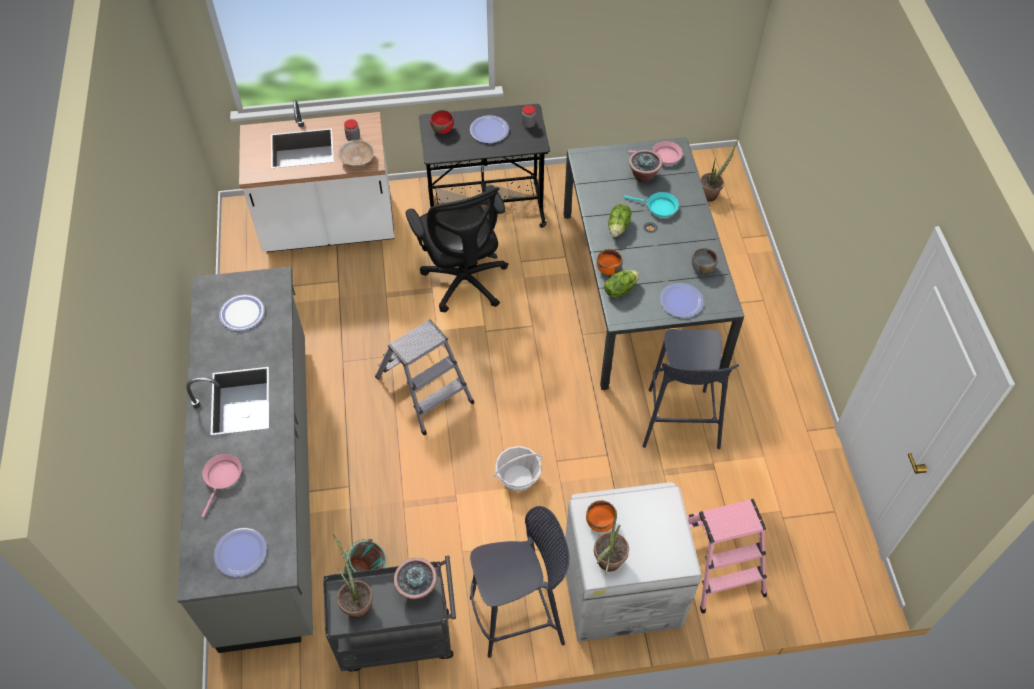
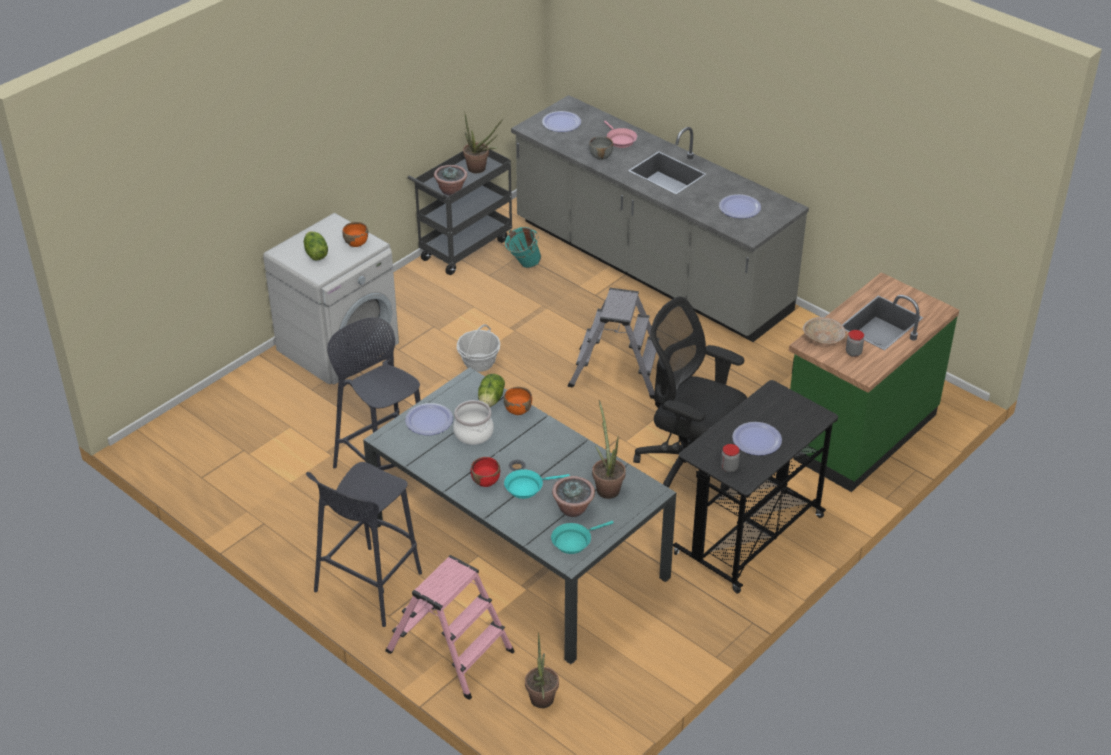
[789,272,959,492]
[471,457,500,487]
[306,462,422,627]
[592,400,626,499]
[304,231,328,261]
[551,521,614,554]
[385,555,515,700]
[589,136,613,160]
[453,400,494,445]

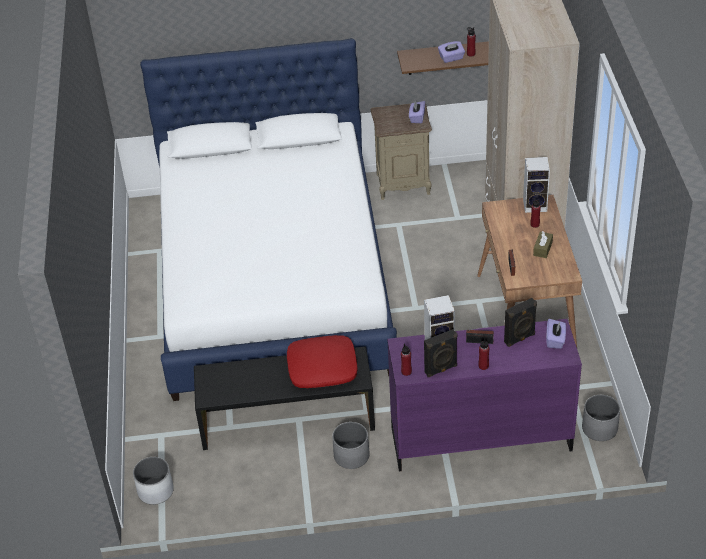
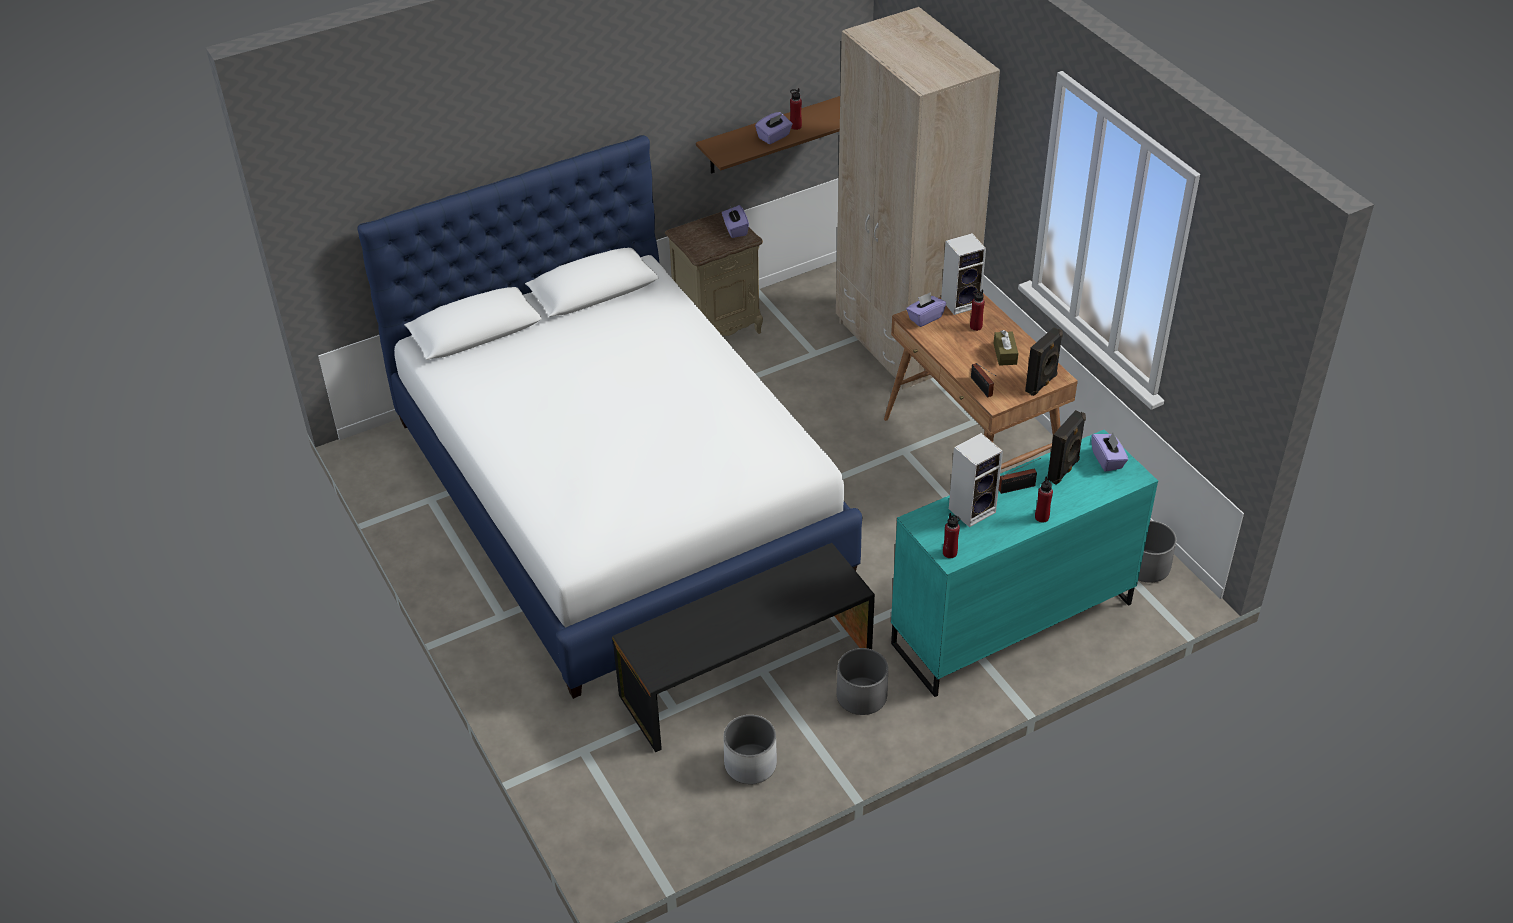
[723,715,777,784]
[287,335,358,388] (first image)
[891,430,1158,697]
[1025,327,1063,396]
[906,292,946,327]

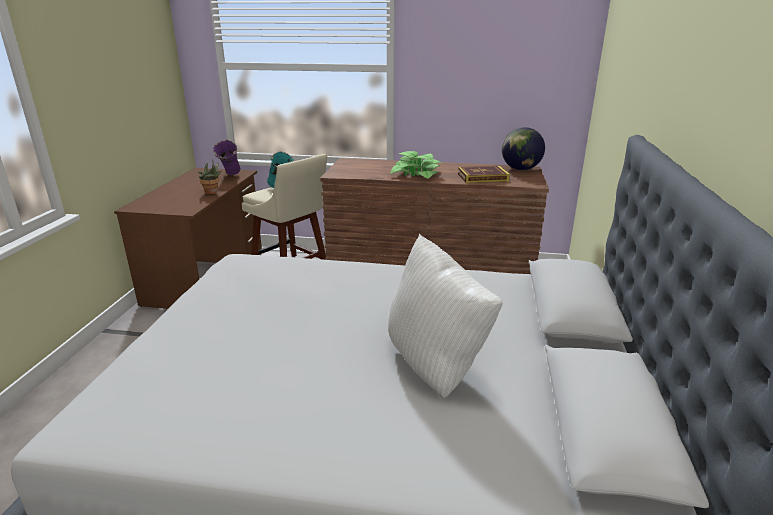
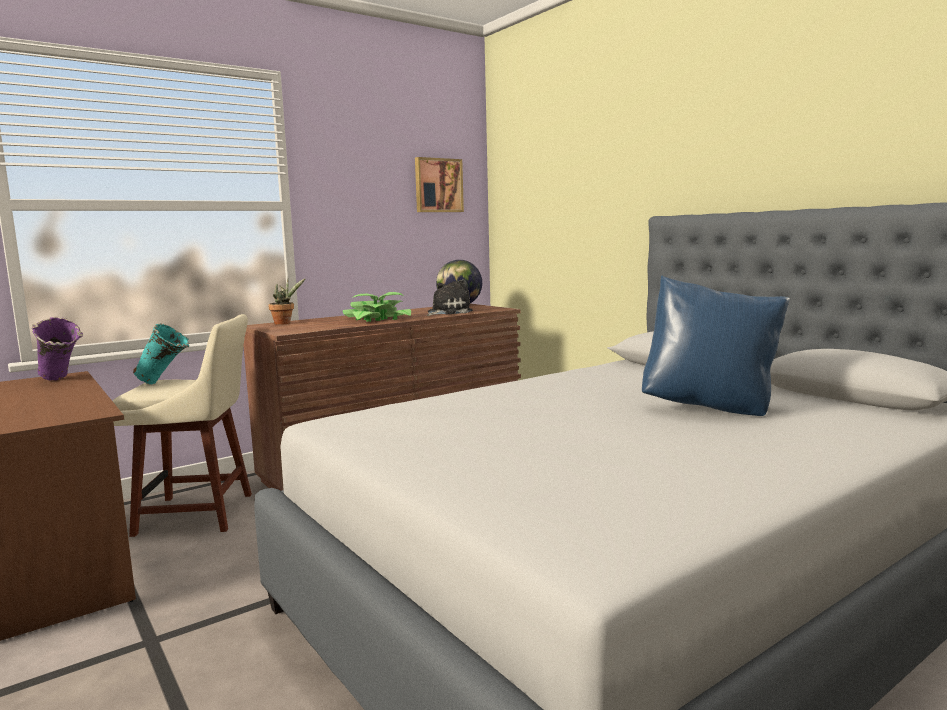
[268,278,306,325]
[642,276,790,416]
[427,279,473,316]
[415,157,464,212]

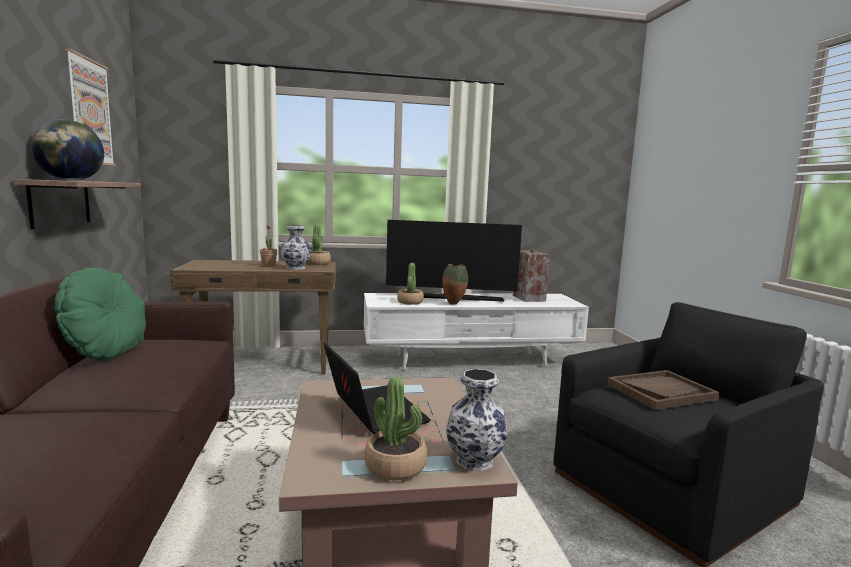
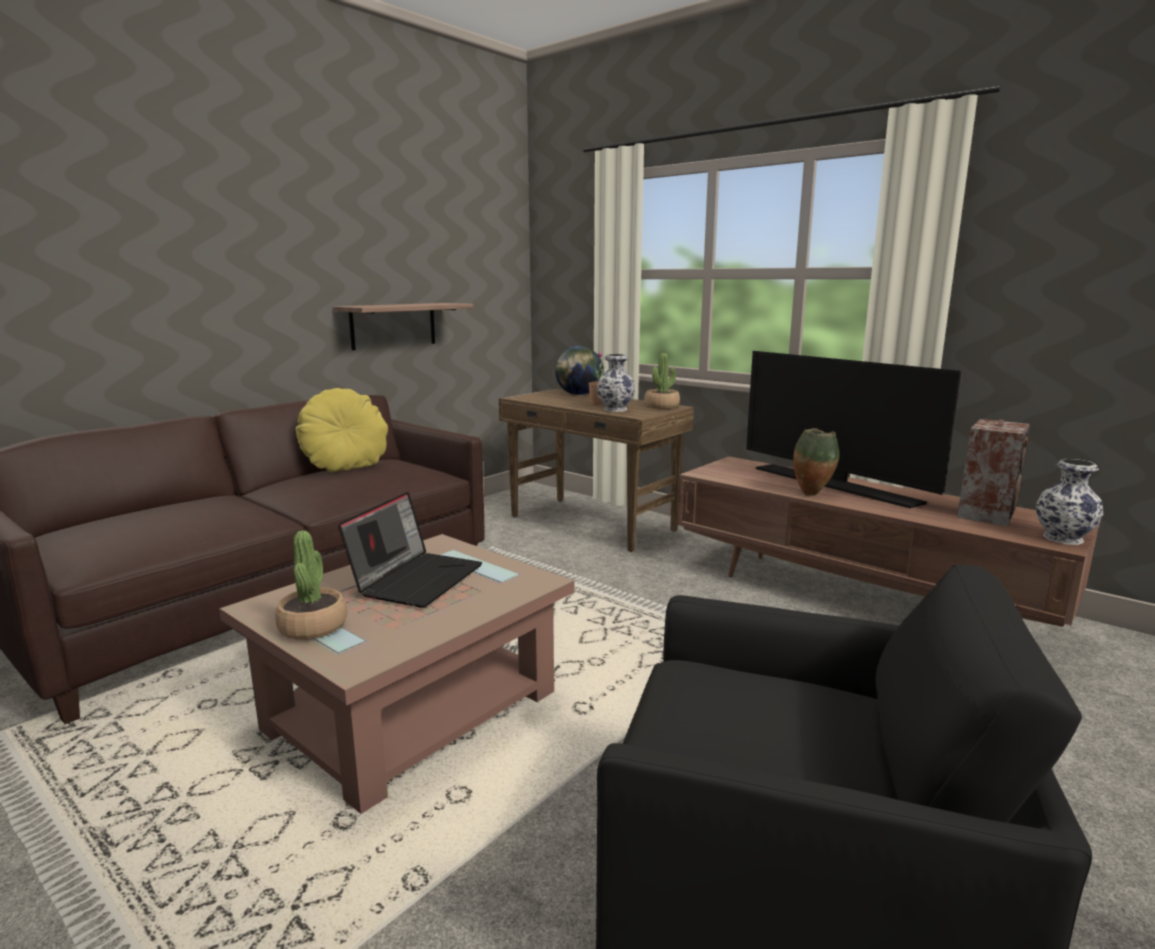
[555,346,604,395]
[296,388,388,472]
[65,48,116,166] (first image)
[678,456,1100,627]
[397,263,424,305] (first image)
[1036,459,1104,545]
[607,370,719,410] (first image)

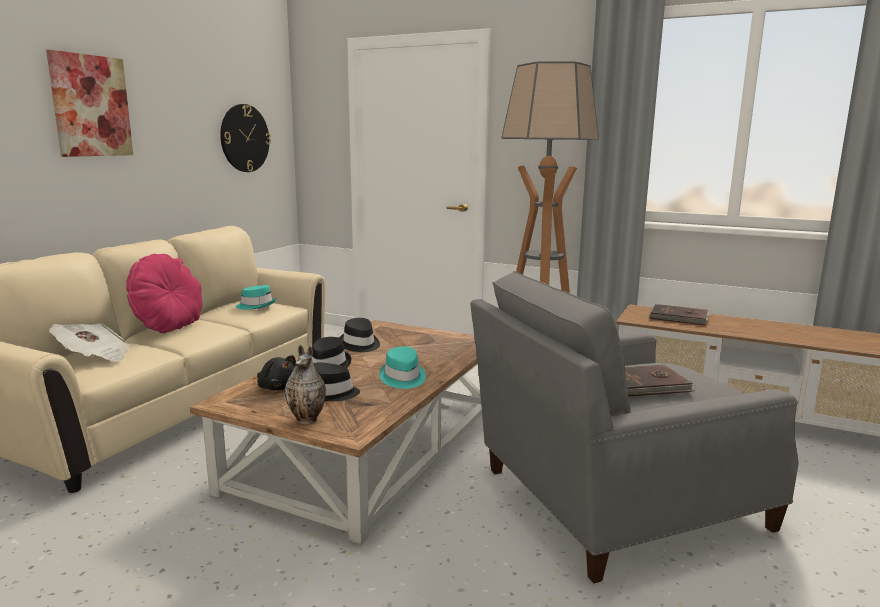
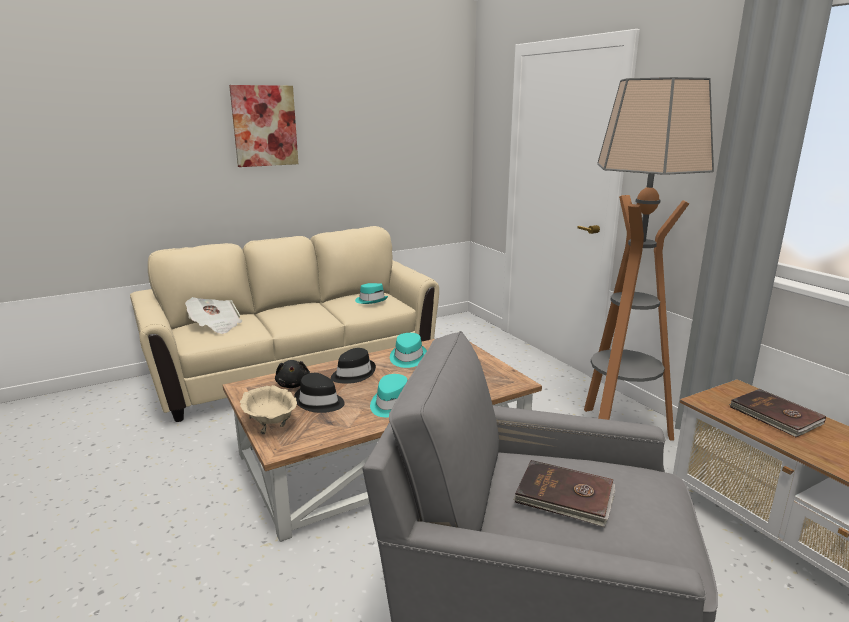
[126,254,202,333] (first image)
[220,104,271,172] (first image)
[240,385,297,434]
[390,333,427,368]

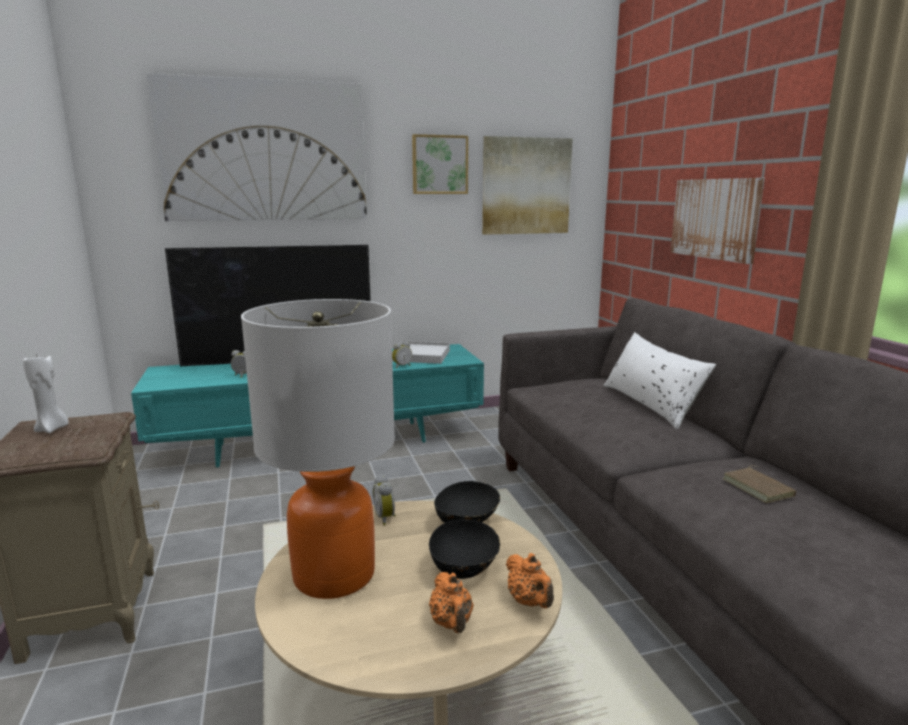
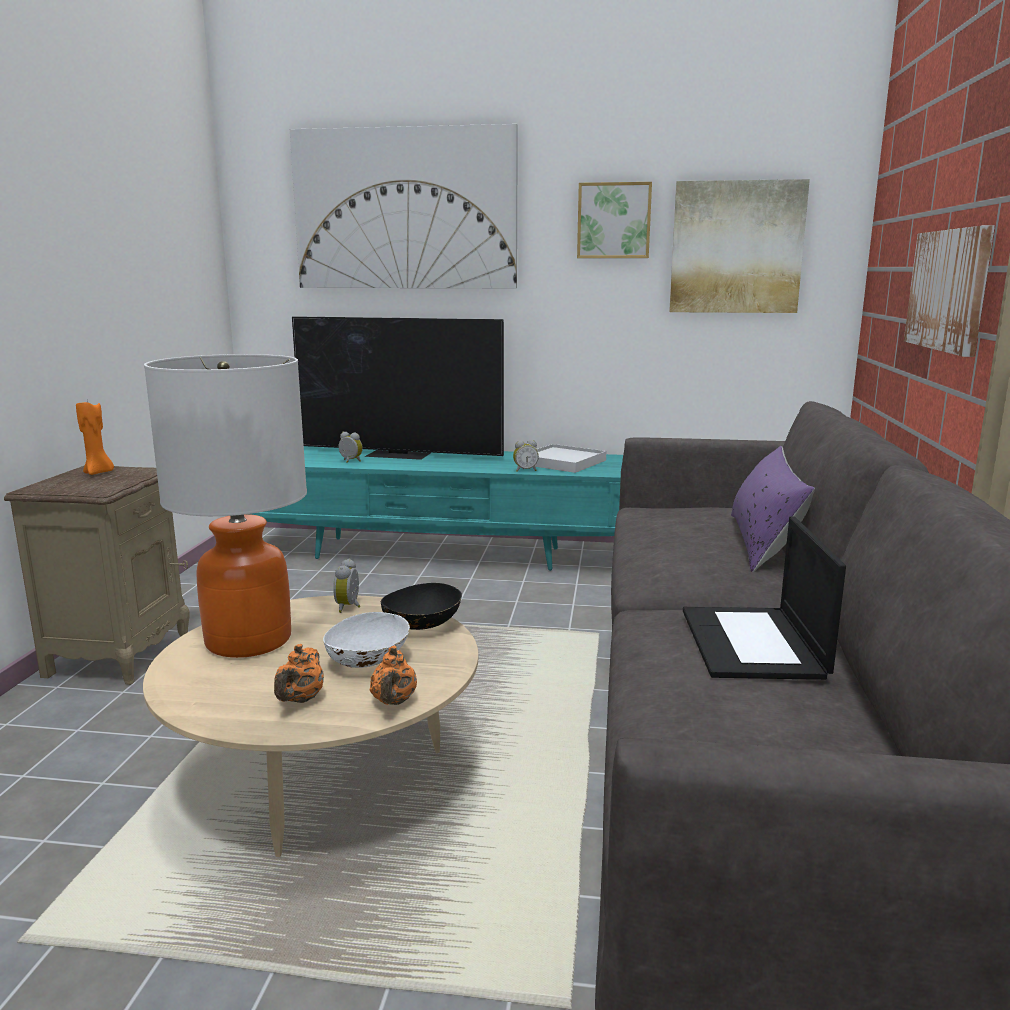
[76,399,114,475]
[323,612,410,668]
[731,446,815,572]
[683,516,846,680]

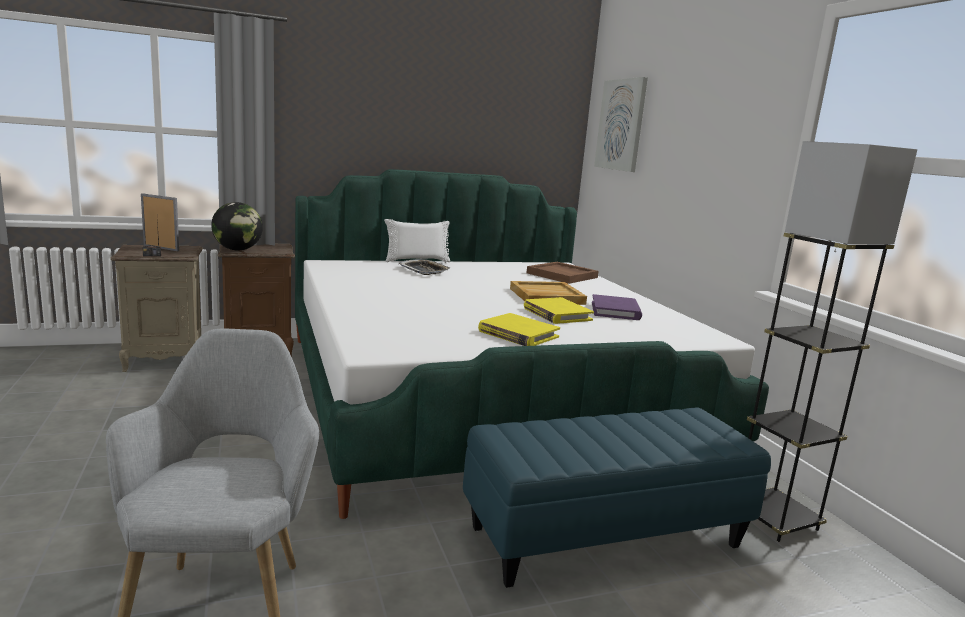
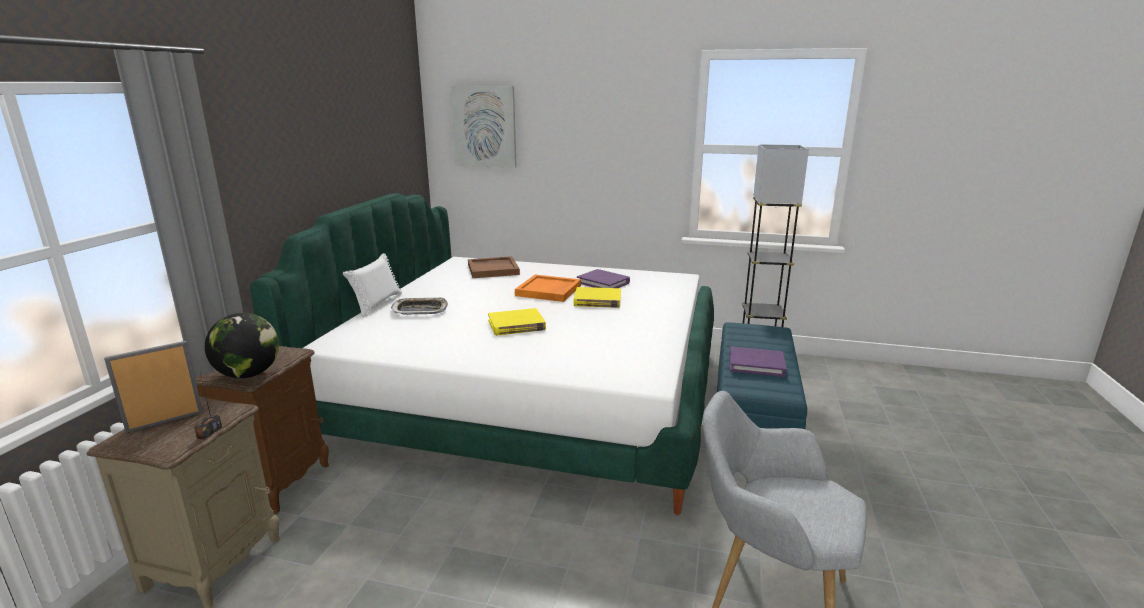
[488,308,546,335]
[515,275,581,302]
[730,346,787,377]

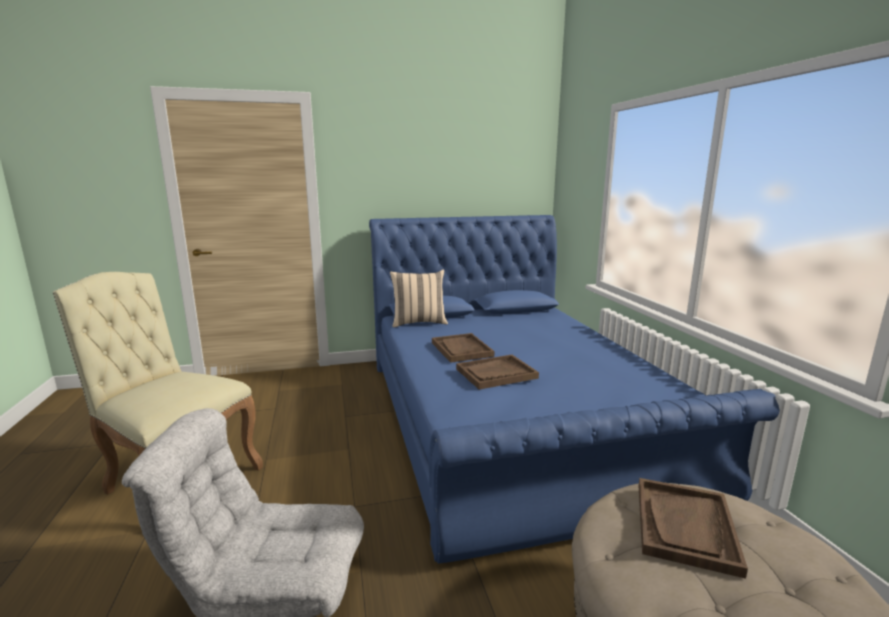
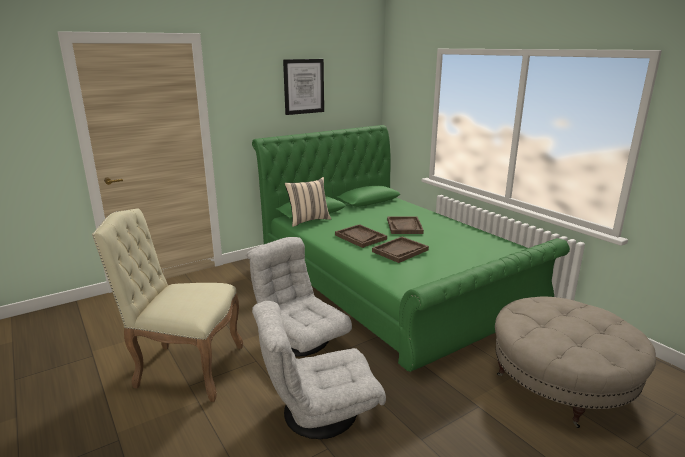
[252,125,570,372]
[387,216,424,234]
[246,237,352,357]
[283,59,324,115]

